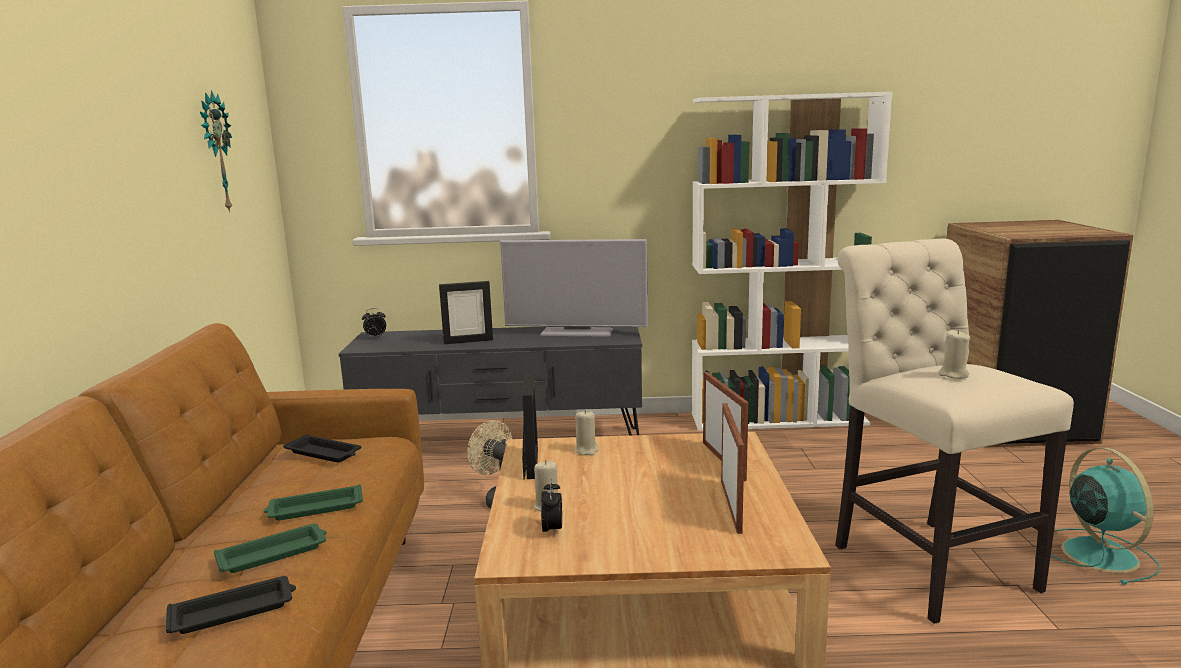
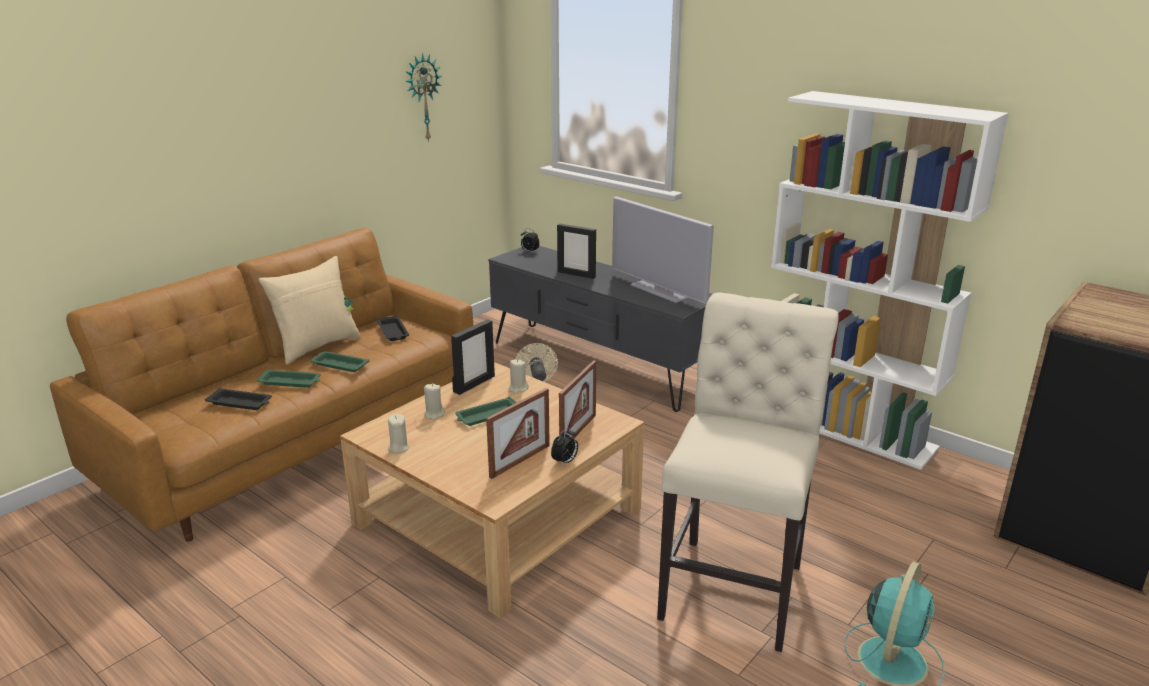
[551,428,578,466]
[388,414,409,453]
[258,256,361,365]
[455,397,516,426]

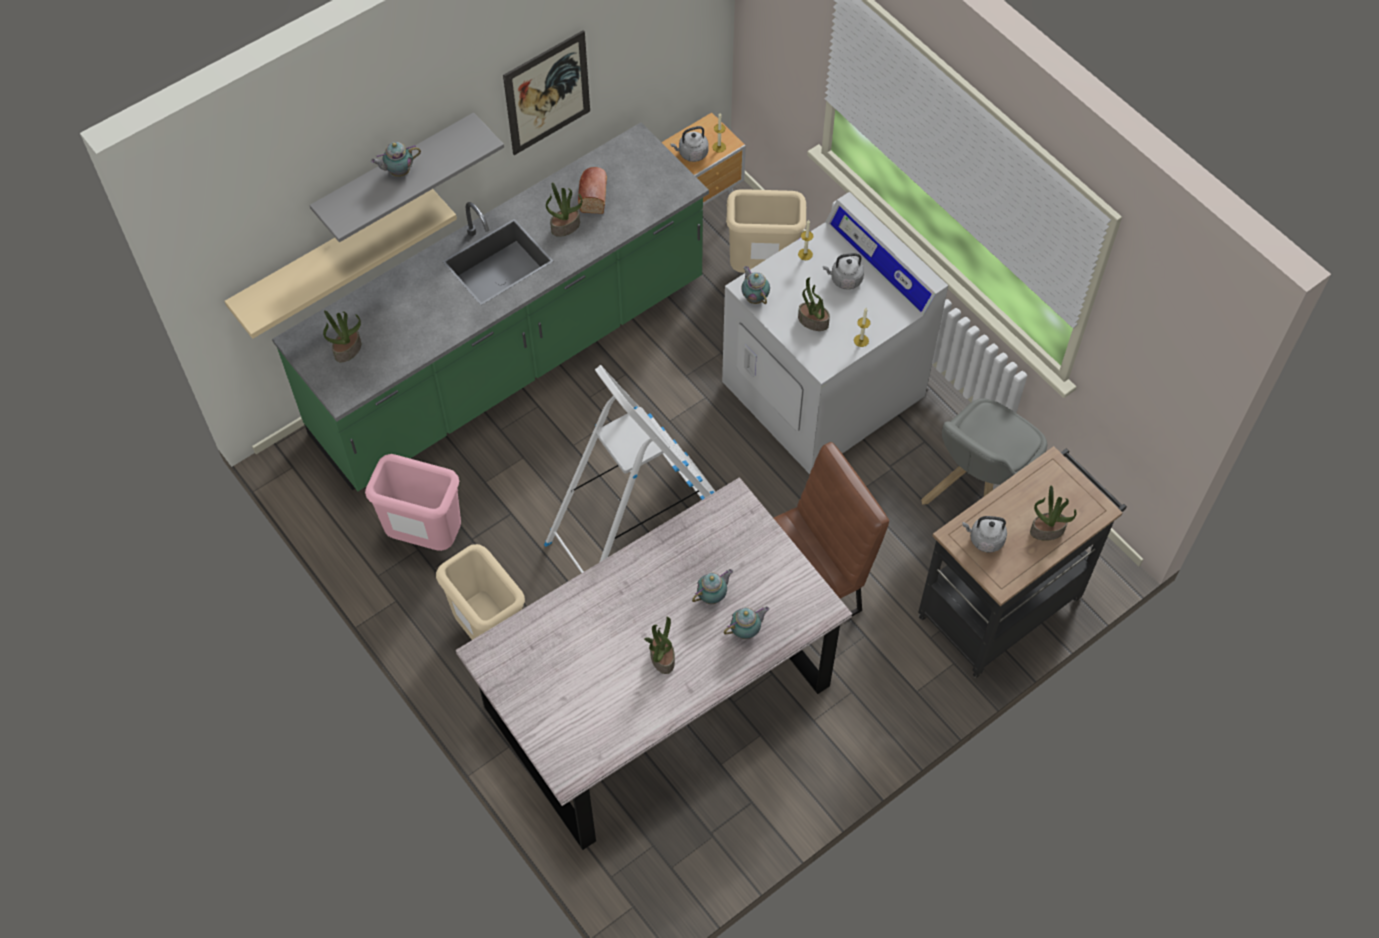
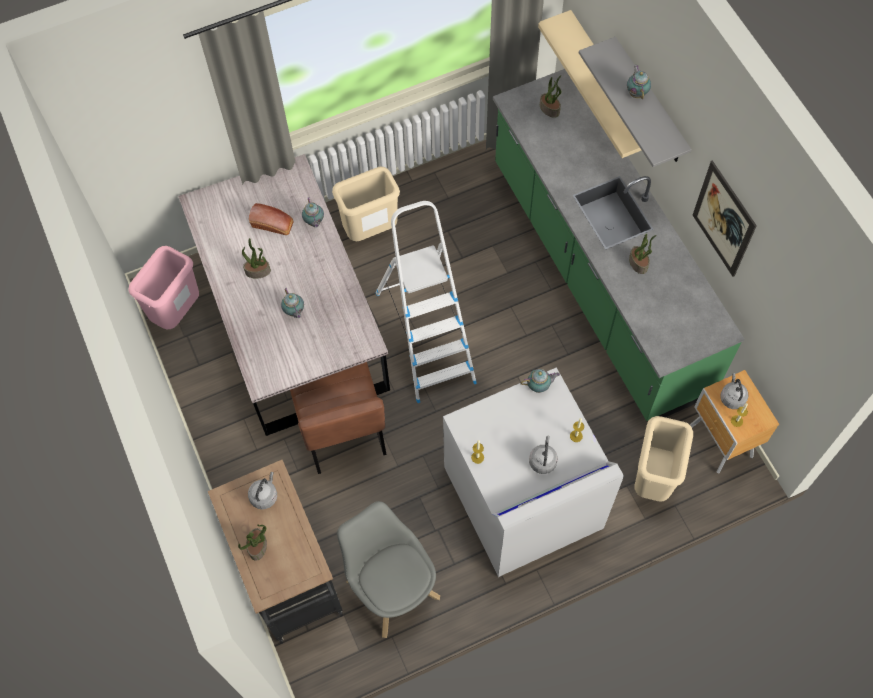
[128,246,199,329]
[249,203,294,235]
[302,197,324,228]
[798,277,830,331] (first image)

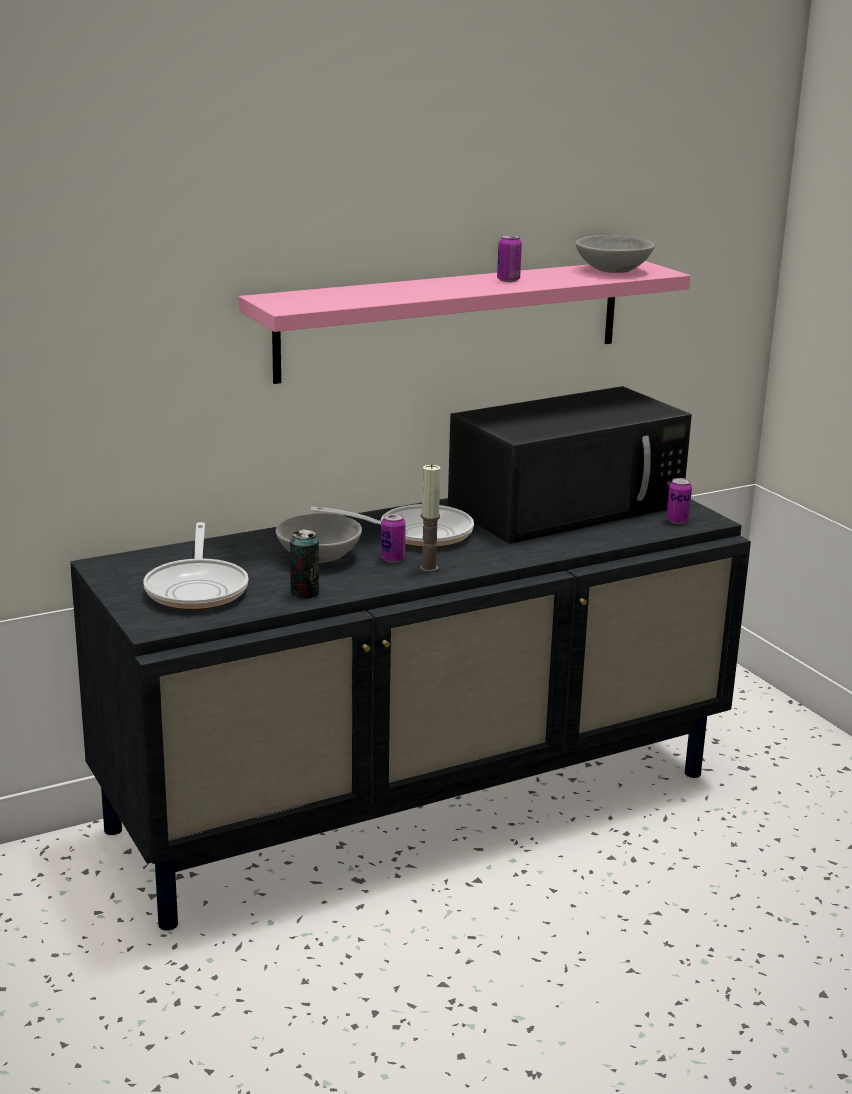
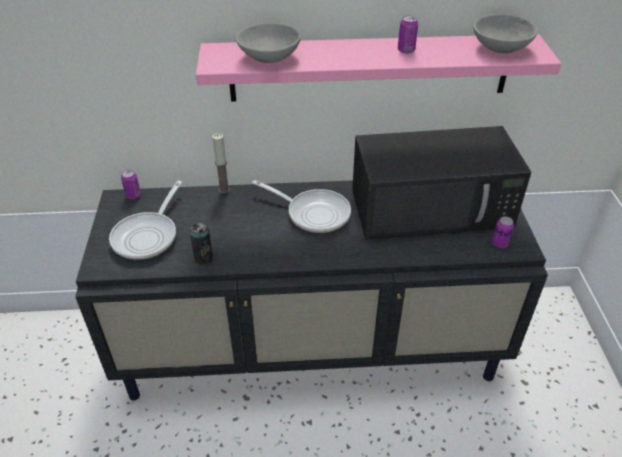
[236,23,301,63]
[121,170,141,199]
[212,133,230,194]

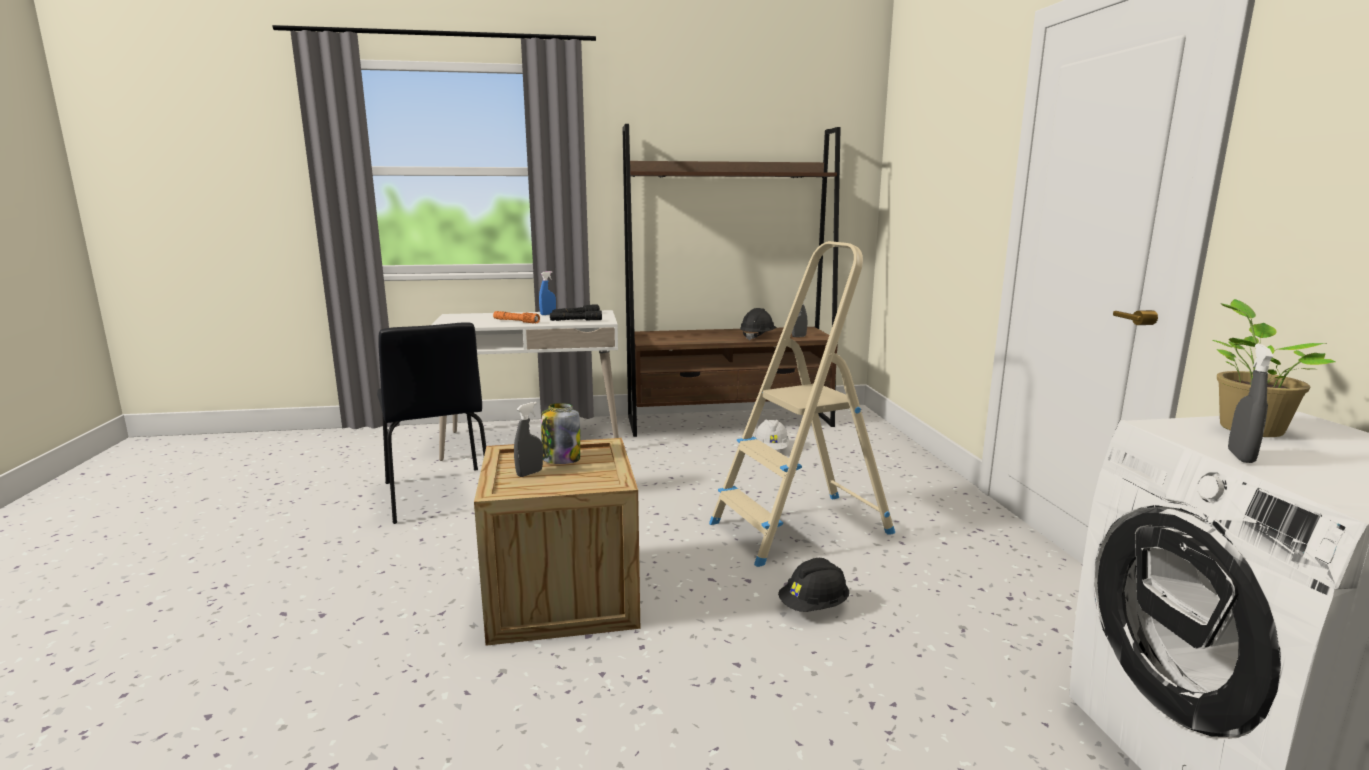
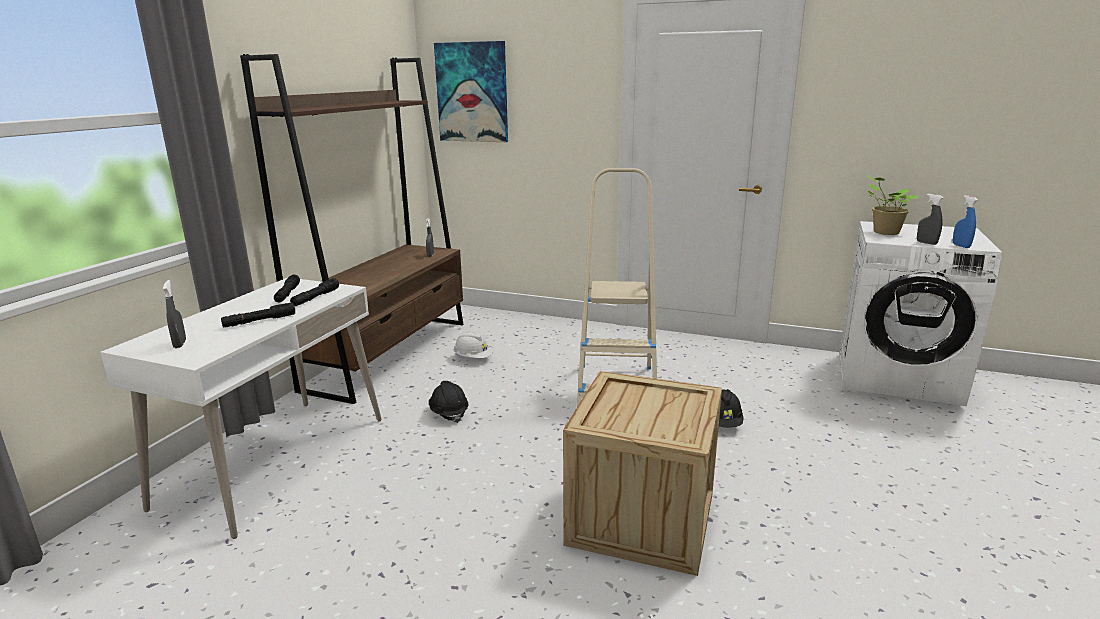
[377,322,486,524] (first image)
[221,303,295,328]
[163,280,186,348]
[953,195,978,248]
[541,403,580,464] (first image)
[429,381,468,423]
[434,41,508,142]

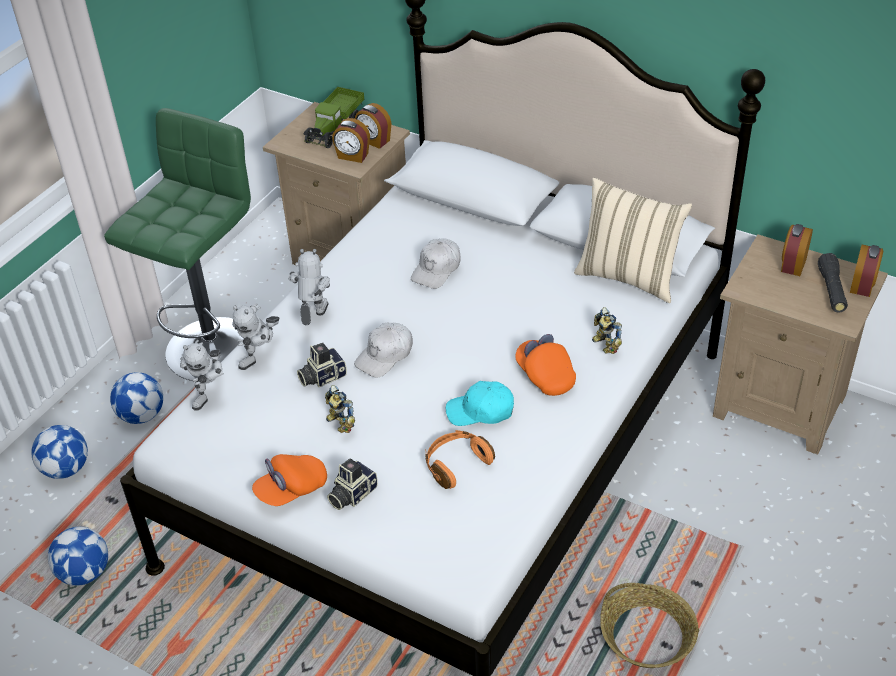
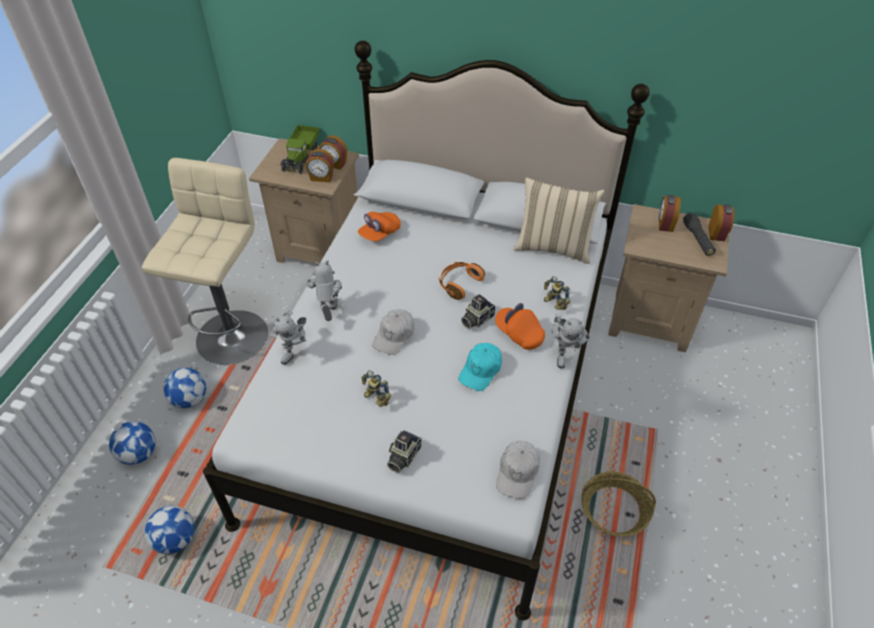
[142,158,268,365]
[551,314,590,369]
[358,212,401,241]
[461,294,496,329]
[496,441,540,499]
[439,262,485,300]
[459,343,502,391]

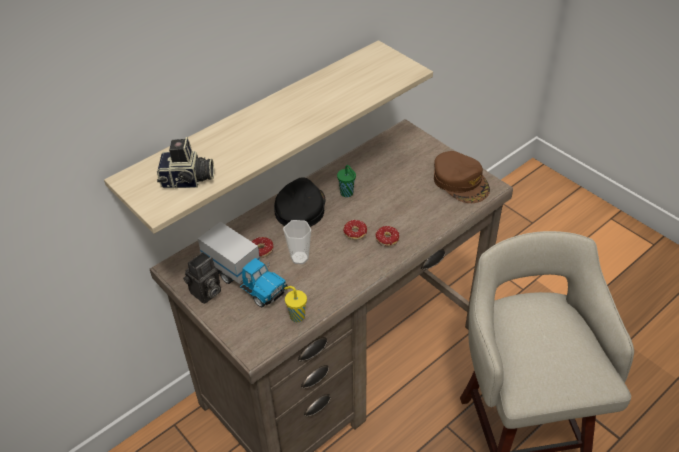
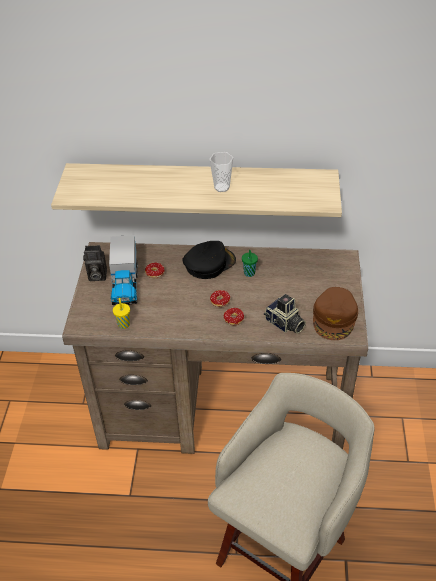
[264,294,306,334]
[209,152,233,192]

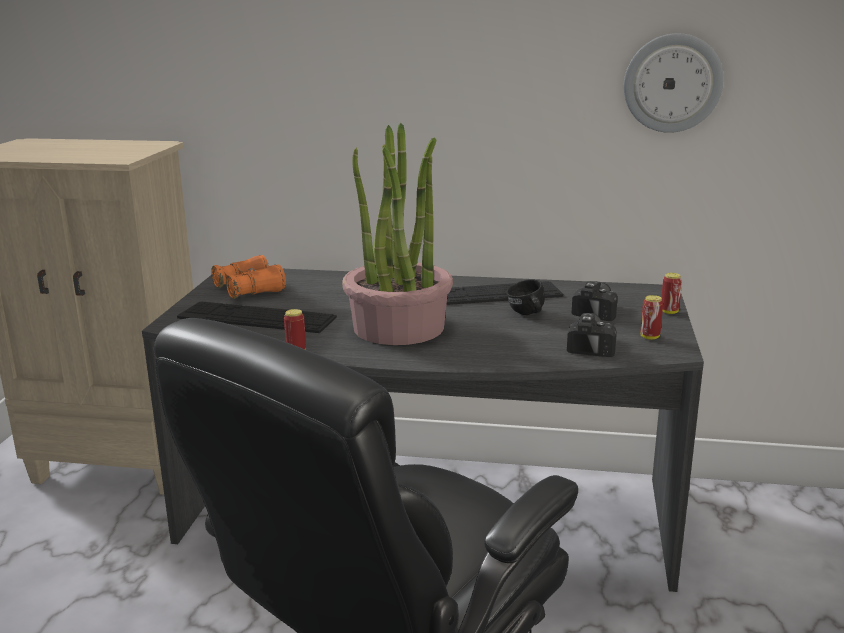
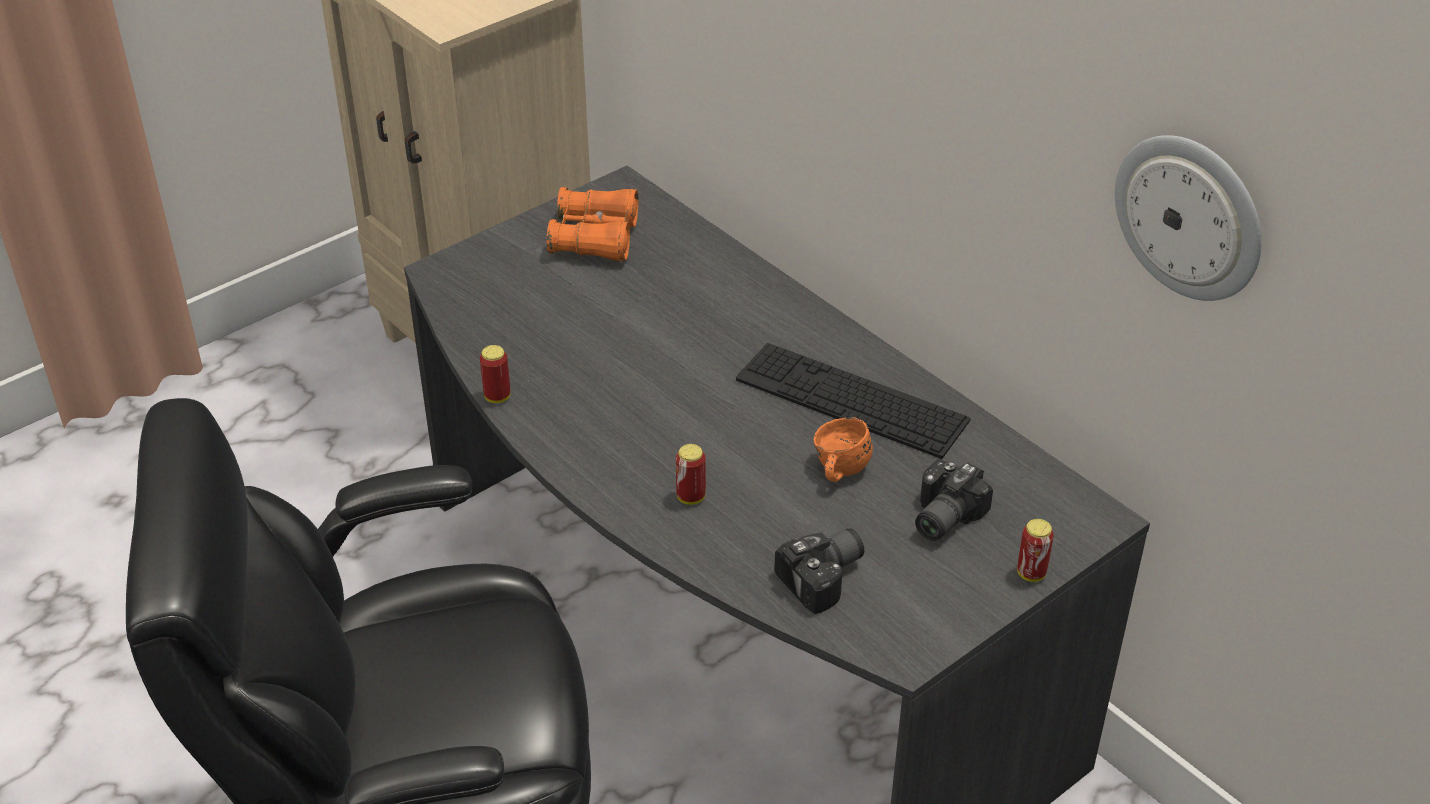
[177,301,337,333] (first image)
[342,123,453,345] (first image)
[814,417,873,482]
[915,460,993,541]
[676,444,706,505]

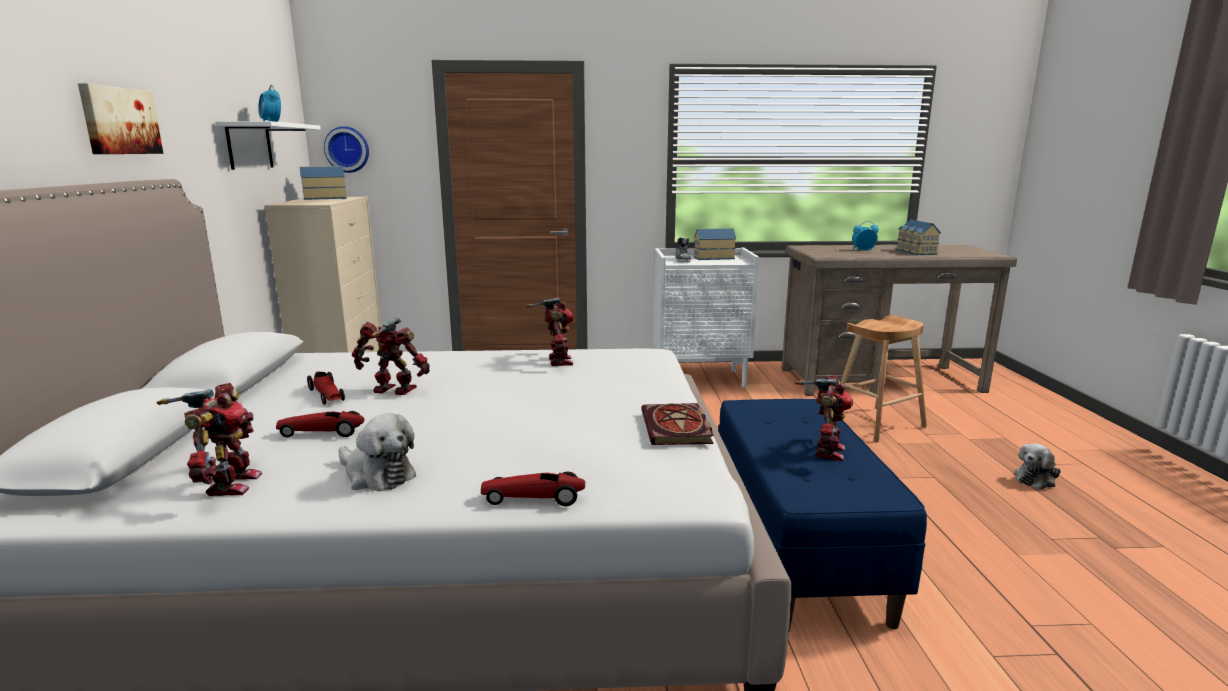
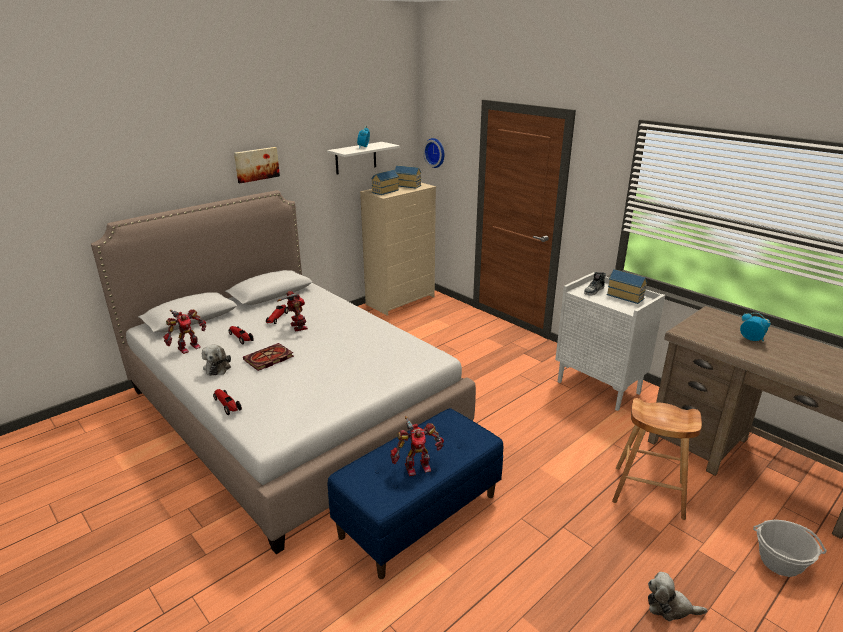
[526,297,574,366] (first image)
[243,343,294,371]
[371,170,399,195]
[753,519,827,577]

